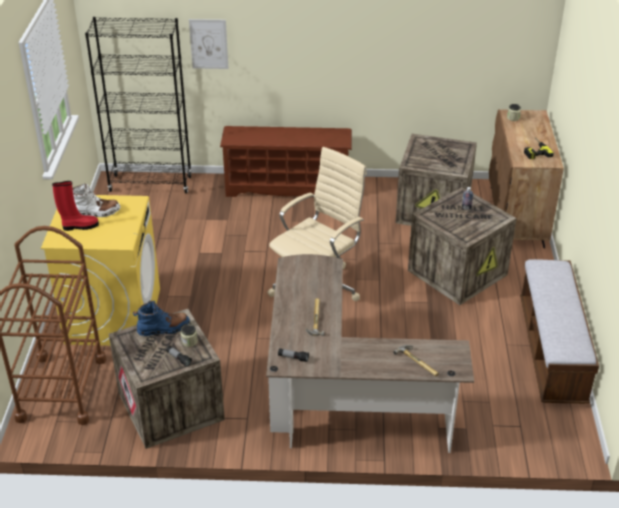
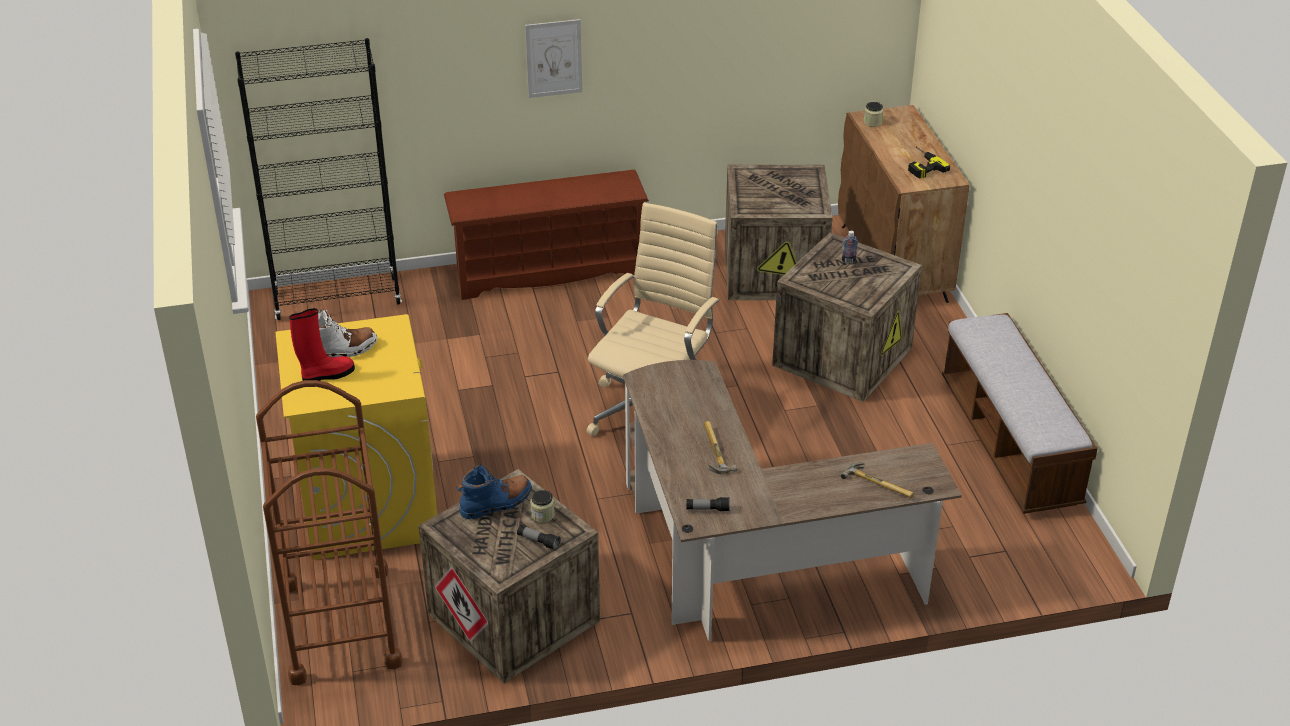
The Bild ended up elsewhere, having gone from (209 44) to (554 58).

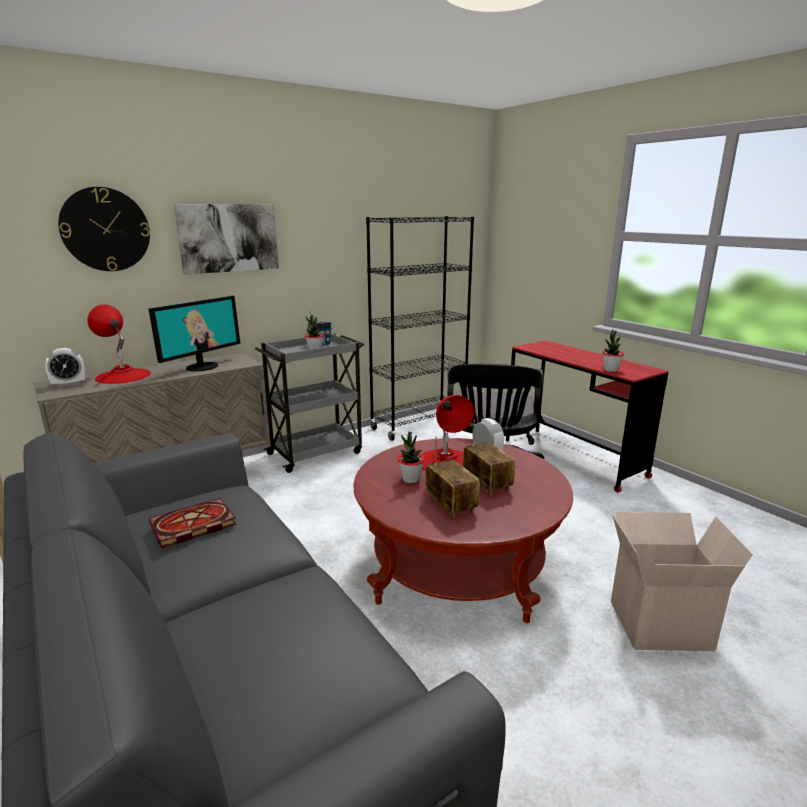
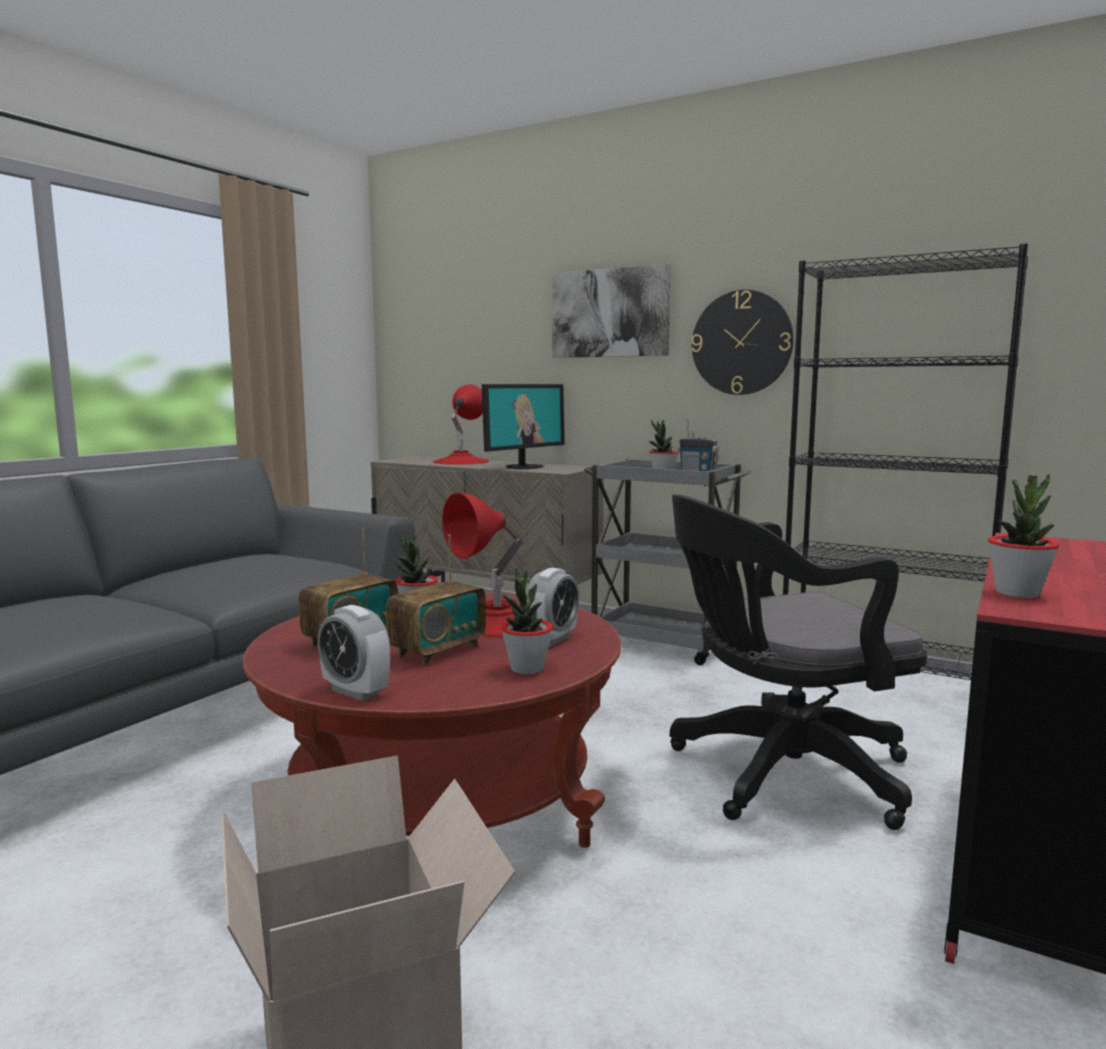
The second view lost the Buch at (191 526).
The second view gained the Topfpflanze at (526 669).
The Wecker ended up elsewhere, having gone from (69 384) to (355 691).
The Wanduhr ended up elsewhere, having gone from (105 229) to (741 343).
The Monitor at (202 366) ended up facing another way, 60 degrees counterclockwise from before.

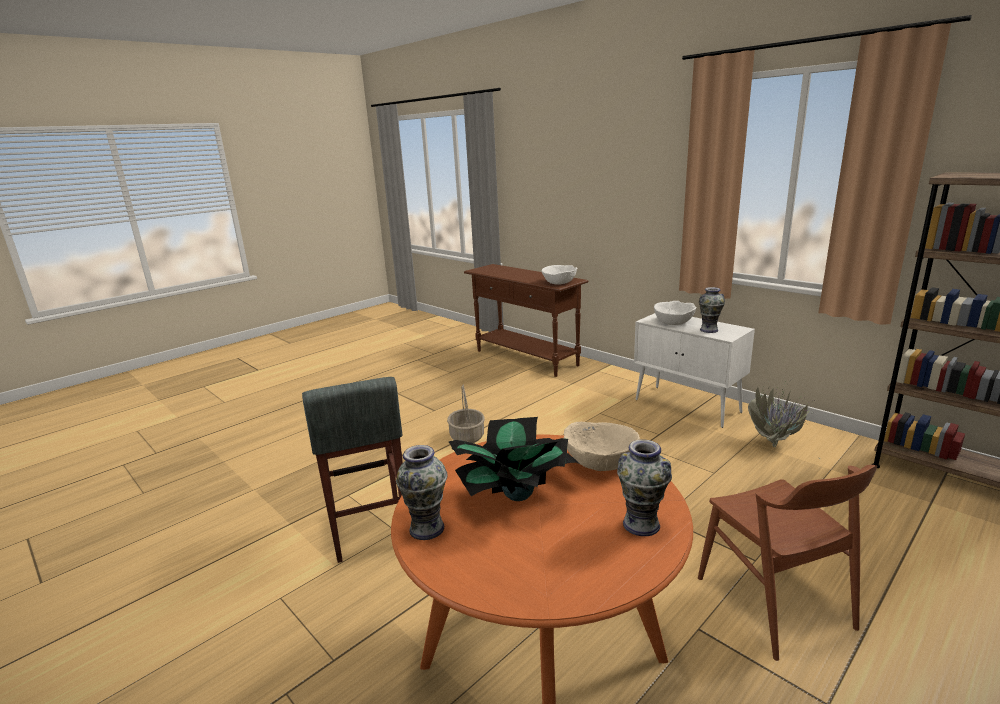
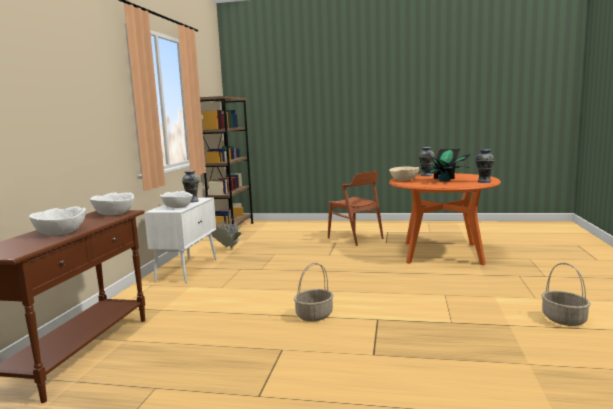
The second view lost the Hocker/grau at (368 530).
The second view gained the Schüssel/weiß at (61 232).
The second view gained the Korb at (563 319).
The Stuhl/braun at (774 602) ended up facing another way, 105 degrees clockwise from before.

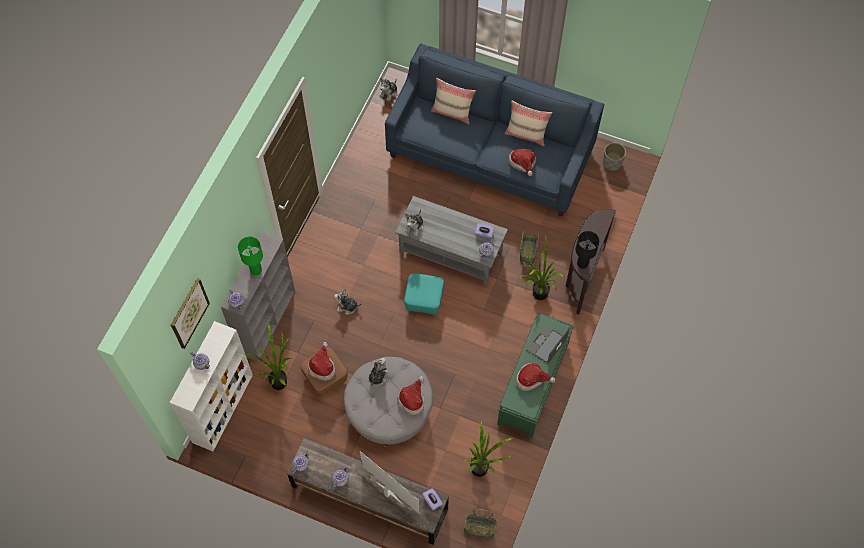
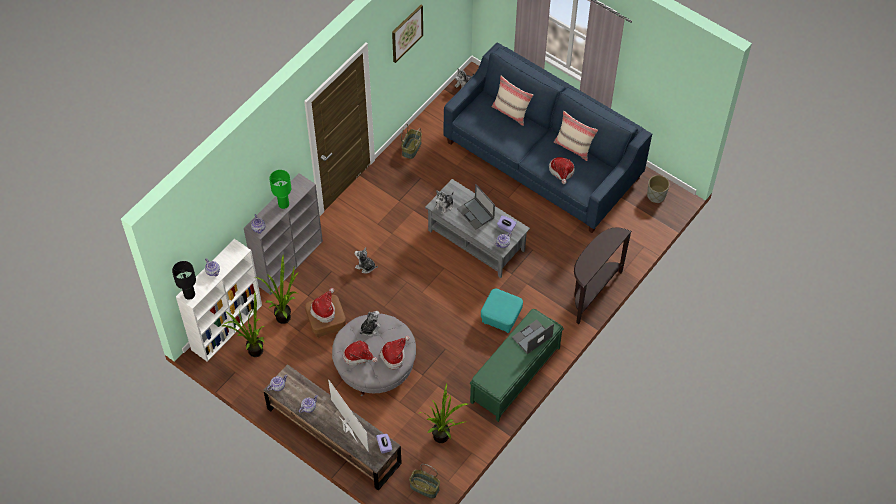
The second view gained the Laptop at (476 213).
The Bild ended up elsewhere, having gone from (189 313) to (406 33).
The Polsterhocker/türkis ended up elsewhere, having gone from (424 301) to (501 318).
The Hut ended up elsewhere, having gone from (531 379) to (359 356).
The Korb ended up elsewhere, having gone from (527 252) to (411 148).
The Topfpflanze ended up elsewhere, having gone from (536 295) to (252 351).
The Tischlampe/schwarz ended up elsewhere, having gone from (582 264) to (189 295).

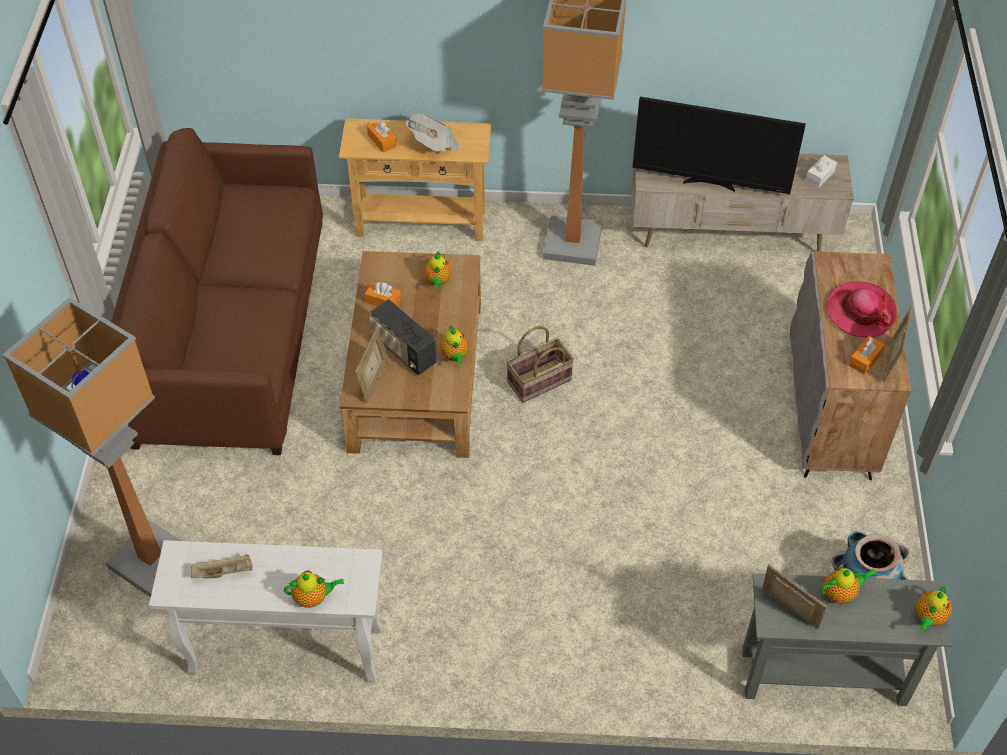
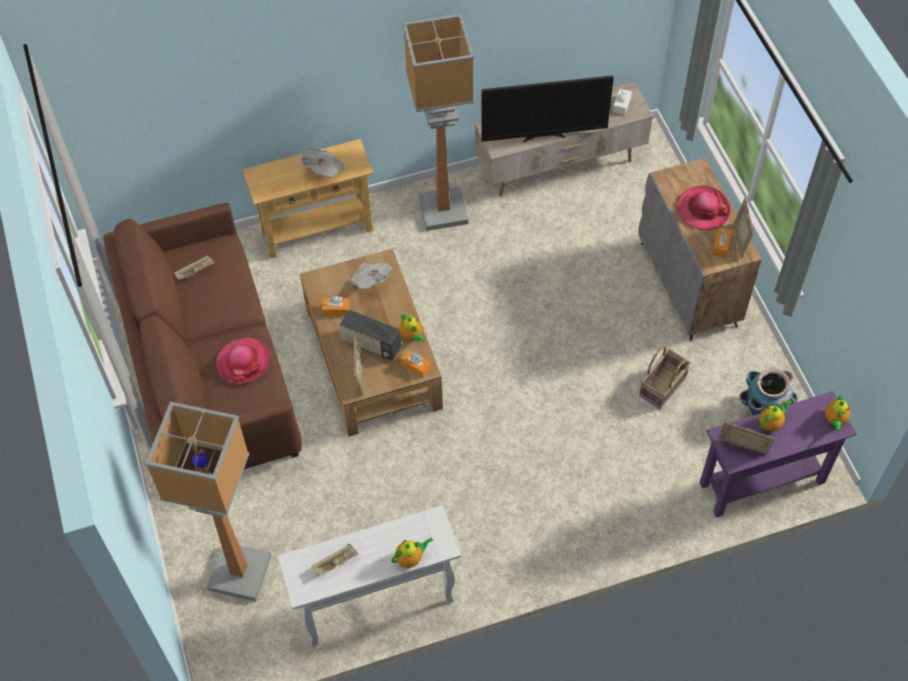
The second view gained the Tablett/beige at (195 271).
The second view gained the Hut at (243 362).
The Taschentuchbox/orange ended up elsewhere, having gone from (382 141) to (416 366).
The Korb ended up elsewhere, having gone from (539 382) to (663 387).
Where the Teekanne stood at (438 282), the Zeitung came to stand at (371 280).
What was the Konsolentisch/grau at (823 677) turned into the Konsolentisch/lila at (762 482).

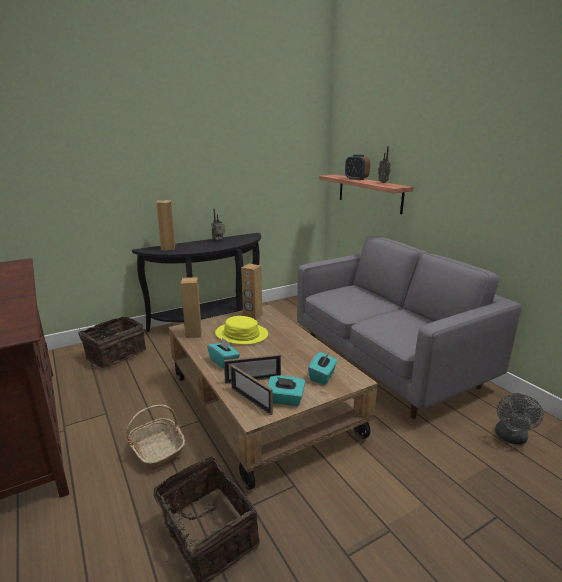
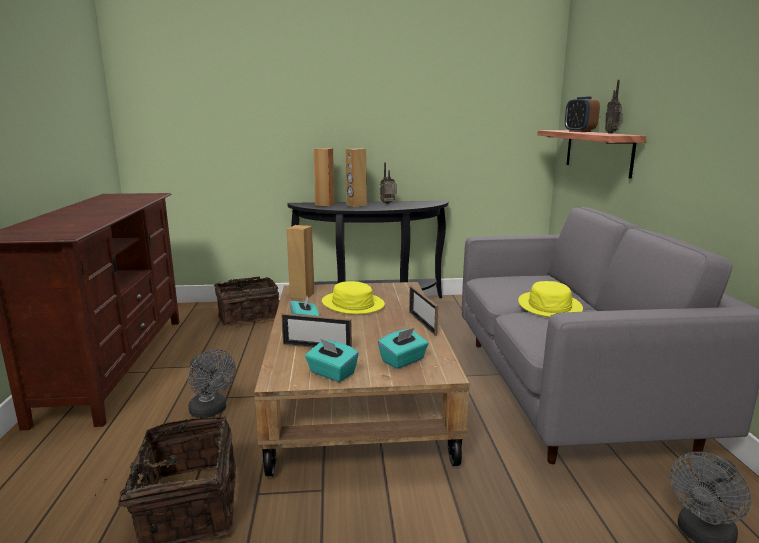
The second view gained the Hut/gelb at (550 306).
The Bilderrahmen ended up elsewhere, having gone from (251 400) to (422 323).
The Lautsprecher/braun ended up elsewhere, having gone from (252 316) to (356 205).
Where the Korb stood at (157 450), the Ventilator/grau came to stand at (211 411).

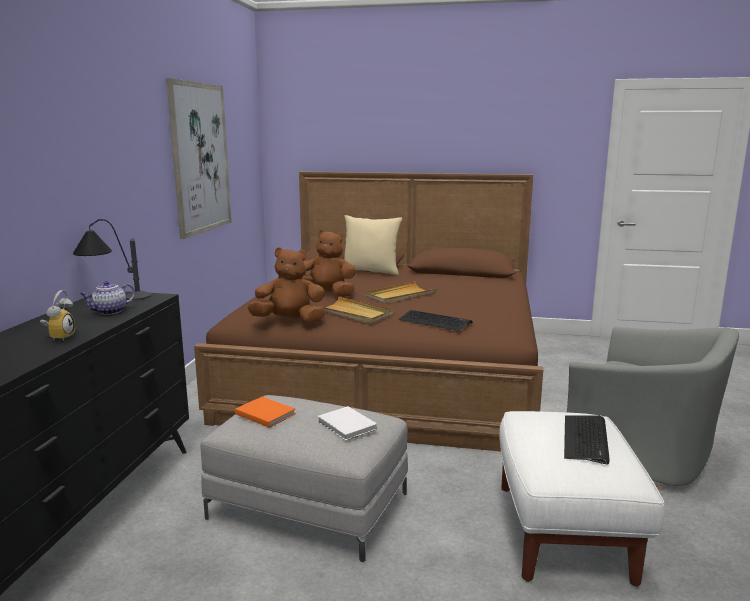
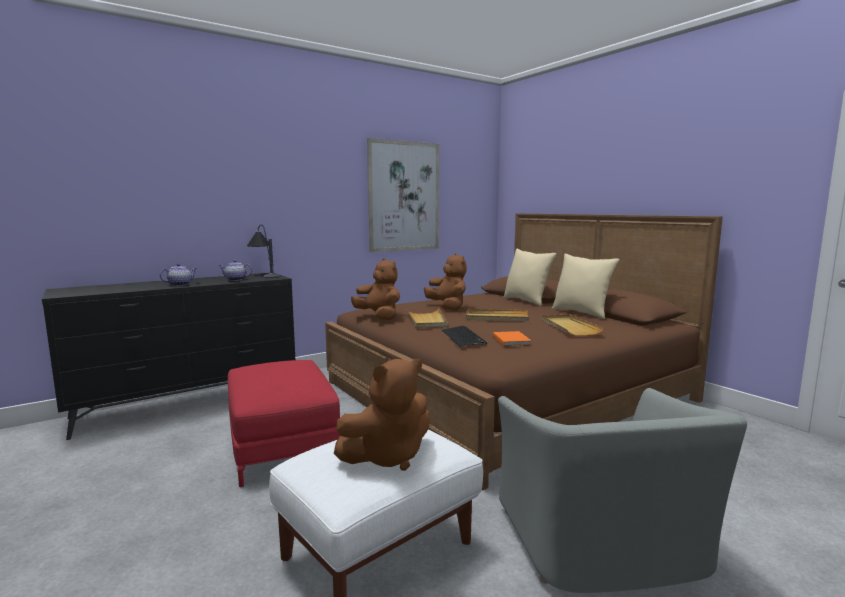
The second view lost the Buch/weiß at (347 426).
The second view gained the Tablett/beige at (569 327).
The second view gained the Kissen/beige at (581 313).
The Buch/orange ended up elsewhere, having gone from (265 413) to (511 340).
Where the Wecker stood at (59 337), the Teekanne came to stand at (180 284).
Where the Tastatur stood at (586 439), the Plüschtier/braun came to stand at (388 456).
What was the Polsterhocker/grau at (308 506) turned into the Polsterhocker/rot at (281 444).

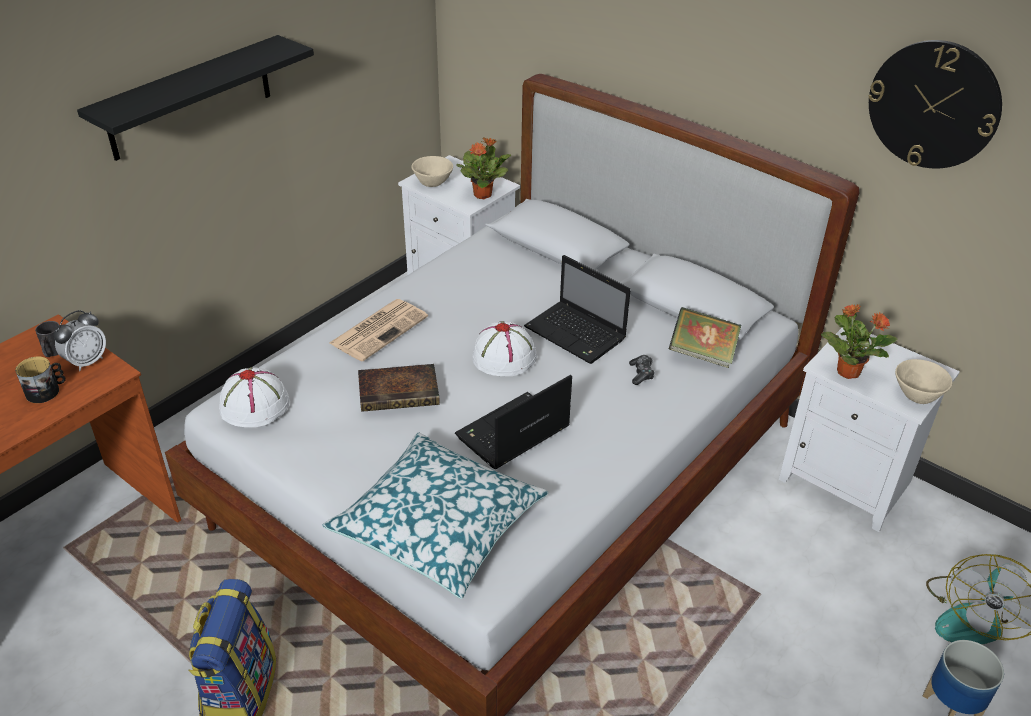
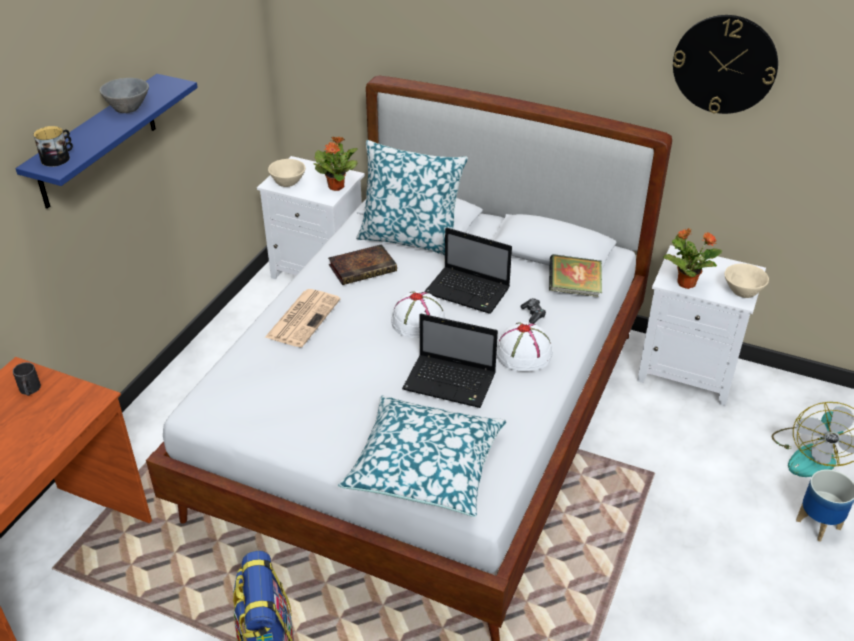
The second view lost the Wecker at (87 361).
The second view gained the Schüssel/grau at (129 108).
The second view gained the Kissen at (410 239).
The Henkelbecher ended up elsewhere, having gone from (47 391) to (58 158).
The Hut/weiß ended up elsewhere, having gone from (255 405) to (524 353).
The Buch ended up elsewhere, having gone from (400 391) to (364 267).
What was the Wandregal/schwarz at (190 98) turned into the Wandregal/blau at (97 142).
The Laptop at (511 434) ended up facing another way, 105 degrees counterclockwise from before.

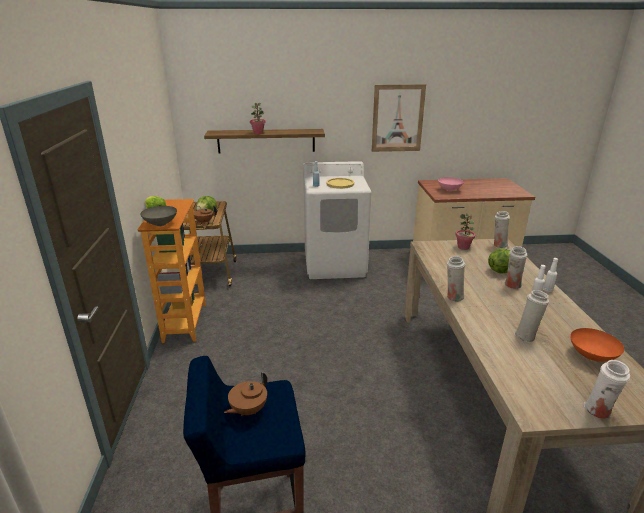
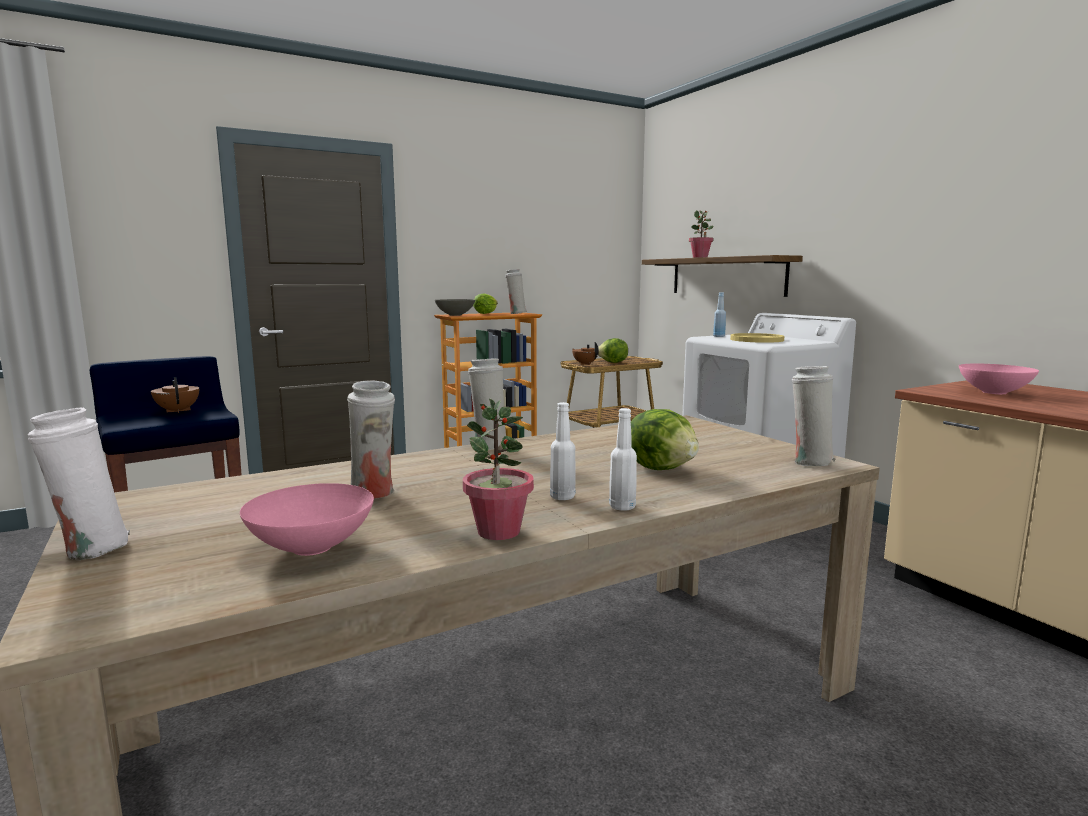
The second view lost the Bild at (397 118).
The Topfpflanze ended up elsewhere, having gone from (463 247) to (498 532).
The Vase/weiß ended up elsewhere, having gone from (512 285) to (516 313).
What was the Schüssel/orange at (591 355) turned into the Schüssel/rosa at (314 547).
The Teekanne/braun at (248 410) ended up facing another way, 45 degrees clockwise from before.

